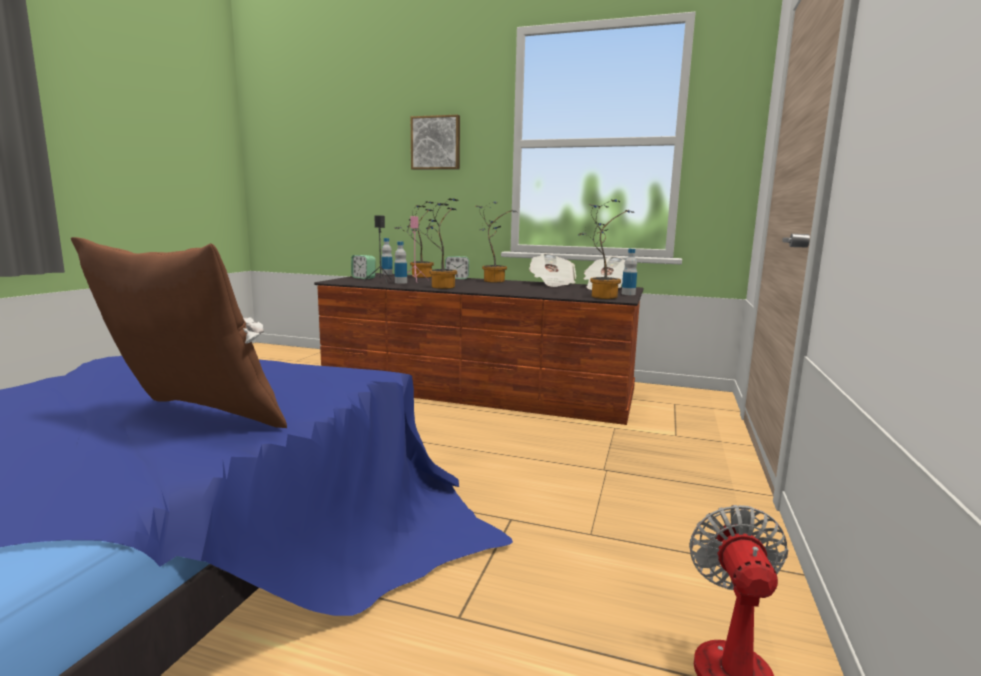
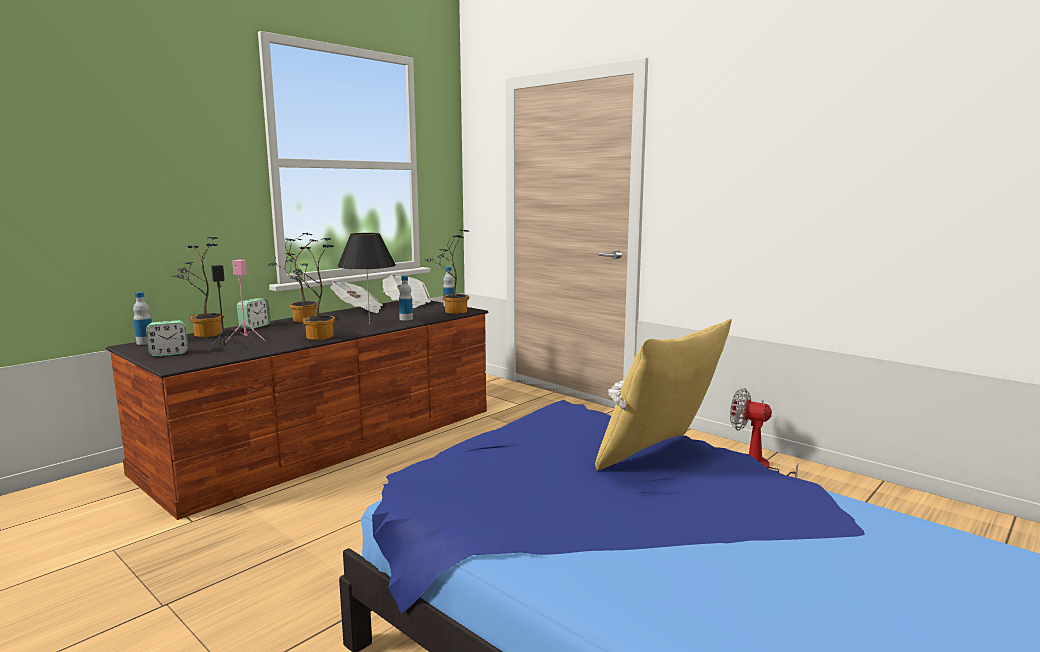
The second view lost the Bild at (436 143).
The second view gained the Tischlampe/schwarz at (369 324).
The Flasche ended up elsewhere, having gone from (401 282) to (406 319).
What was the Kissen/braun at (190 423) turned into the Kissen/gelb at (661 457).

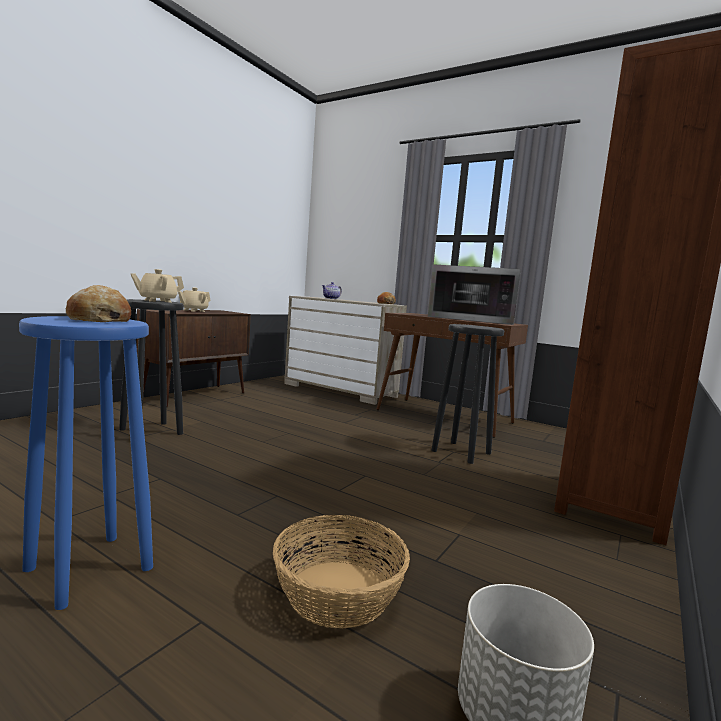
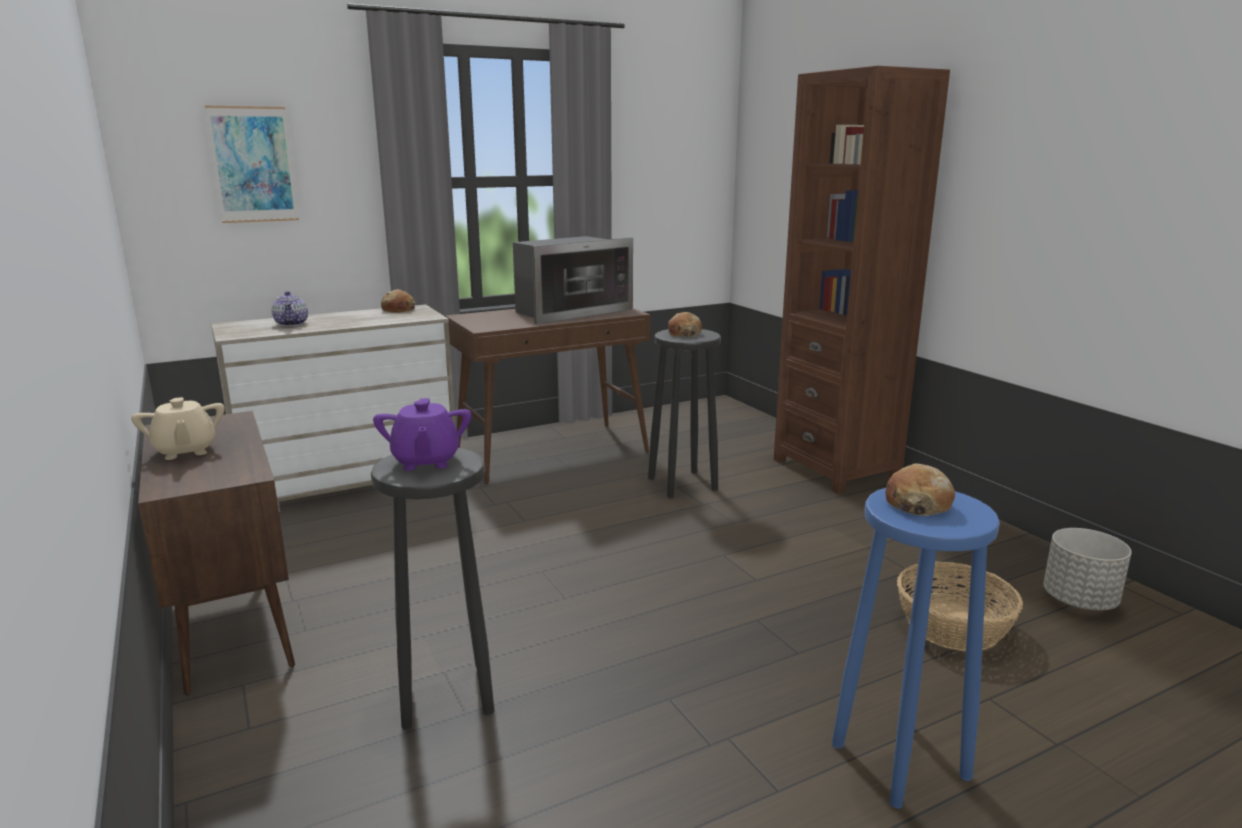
The second view gained the Bild at (253 165).
The second view gained the Brot at (684 333).
What was the Teekanne/beige at (157 301) turned into the Teekanne/lila at (426 461).

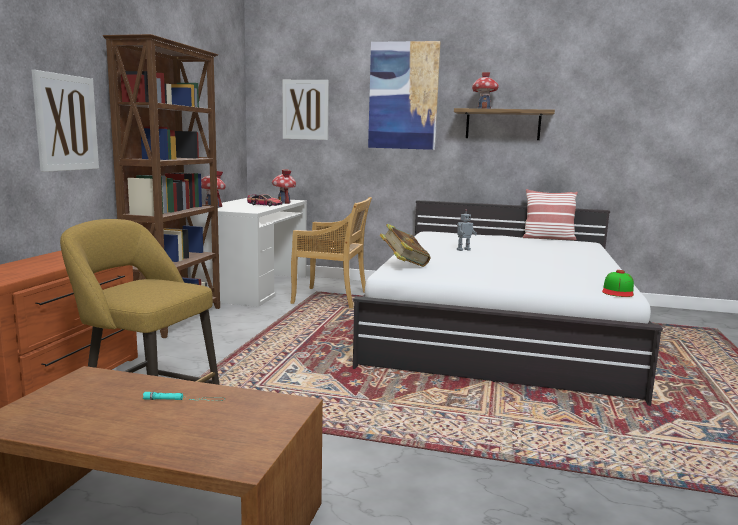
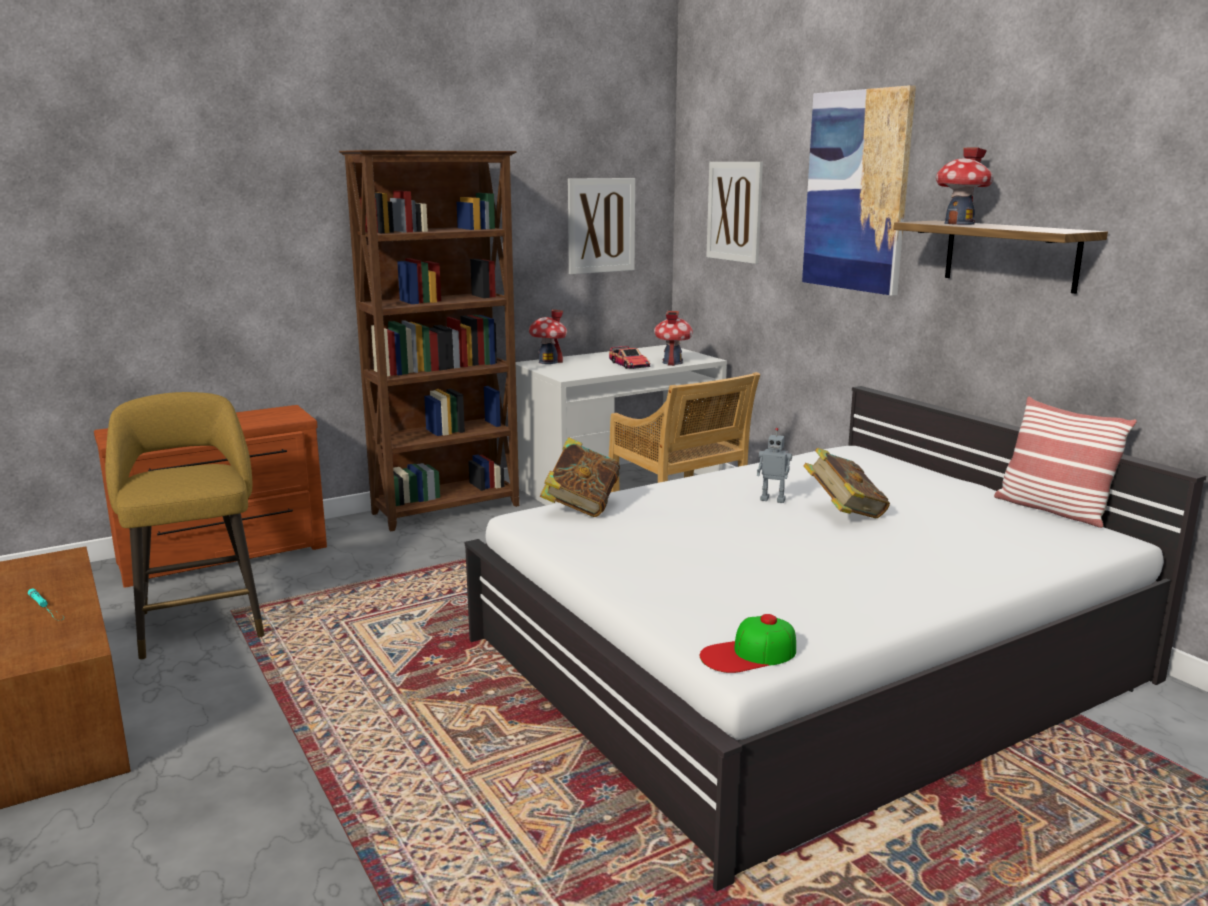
The second view gained the Buch at (844 513).
The Bild ended up elsewhere, having gone from (66 123) to (601 225).

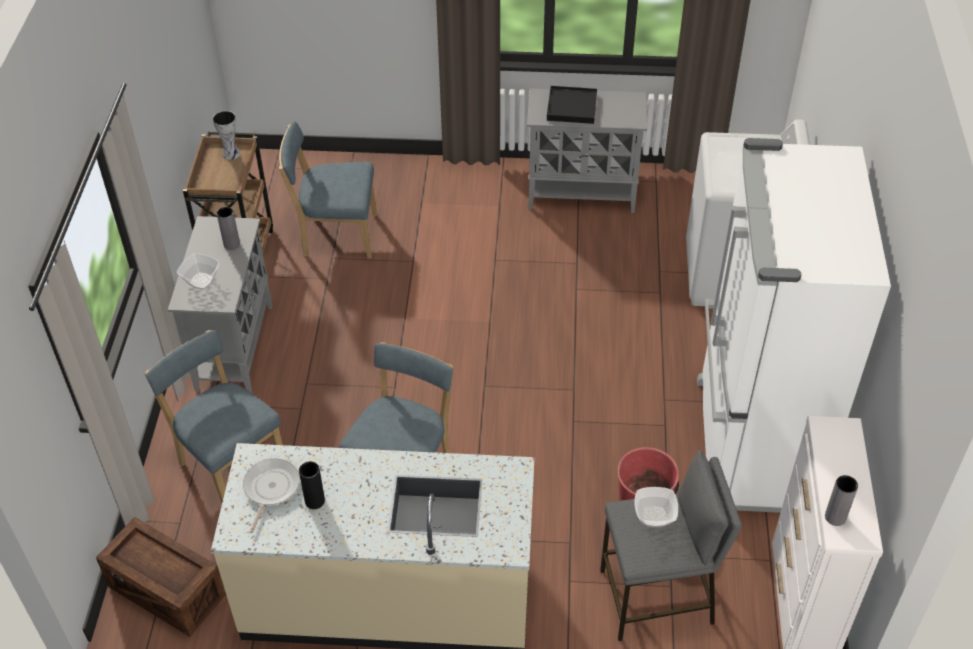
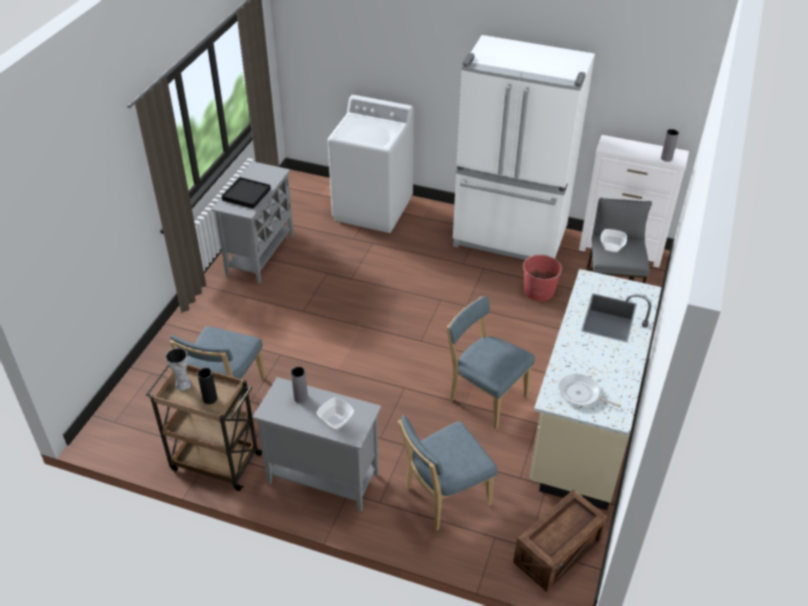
The Vase/schwarz ended up elsewhere, having gone from (315 501) to (210 399).

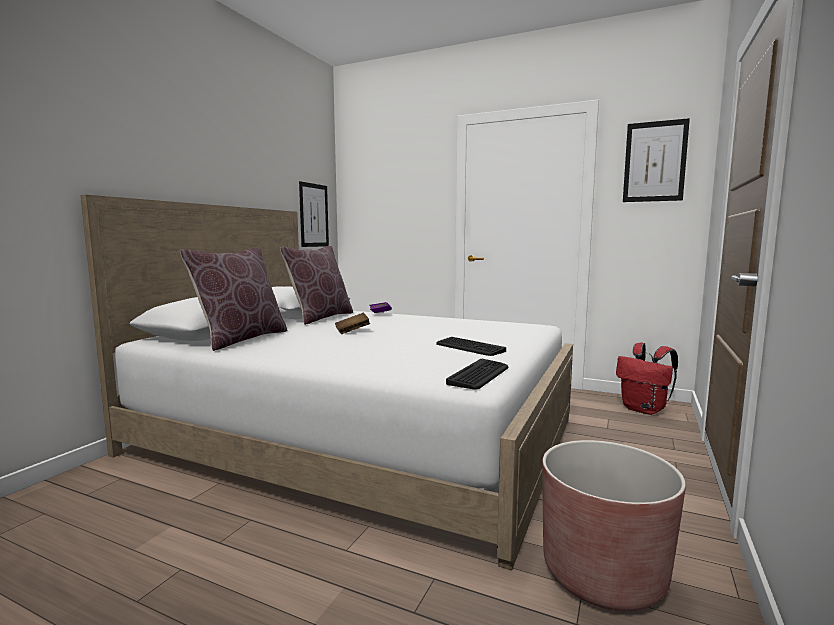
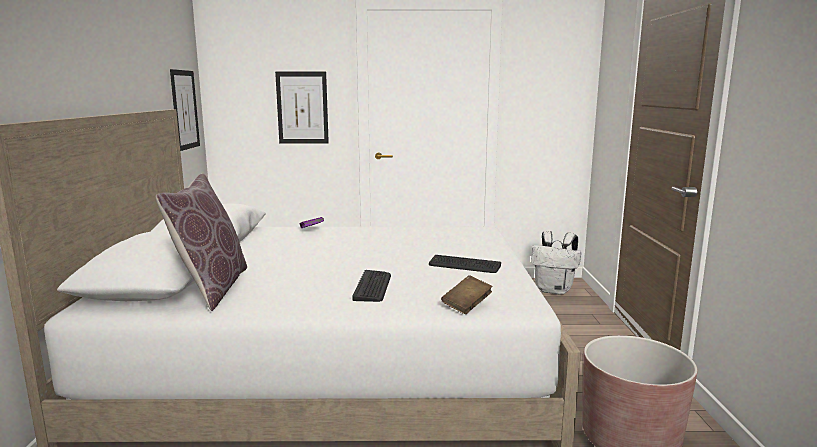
The second view lost the Kissen/braun at (320 317).
The Buch/braun ended up elsewhere, having gone from (352 331) to (467 305).
The Tastatur ended up elsewhere, having gone from (479 375) to (373 286).
The Bild ended up elsewhere, having gone from (654 161) to (302 108).
What was the Rucksack/rot at (645 410) turned into the Rucksack/weiß at (554 290).

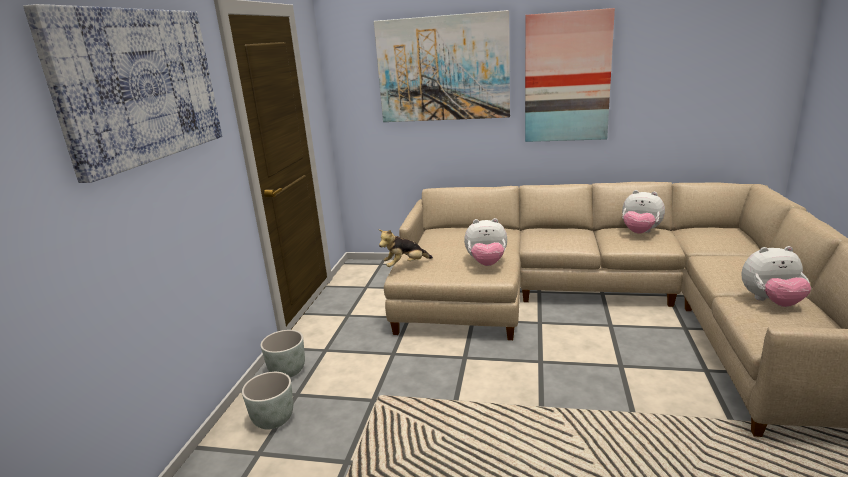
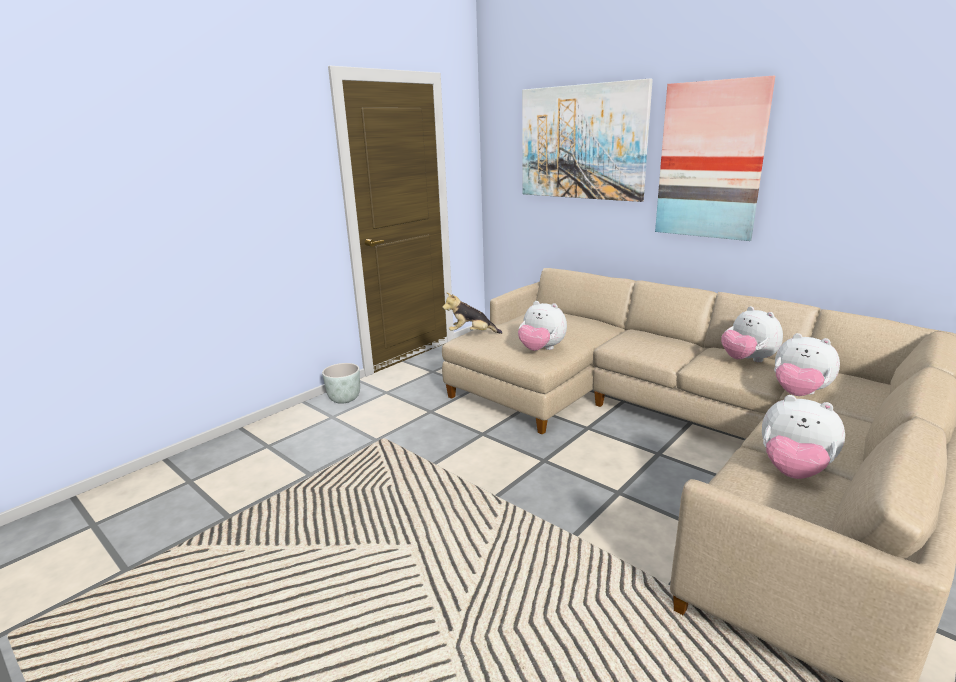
The second view lost the Bild at (139 86).
The second view lost the Pflanzkübel/grau at (274 419).
The second view gained the Plüschtier at (799 393).

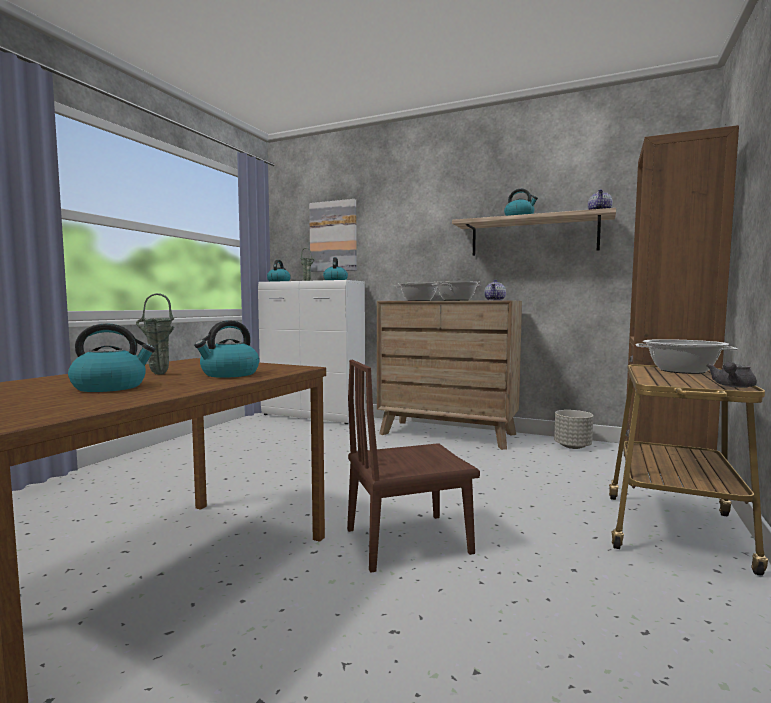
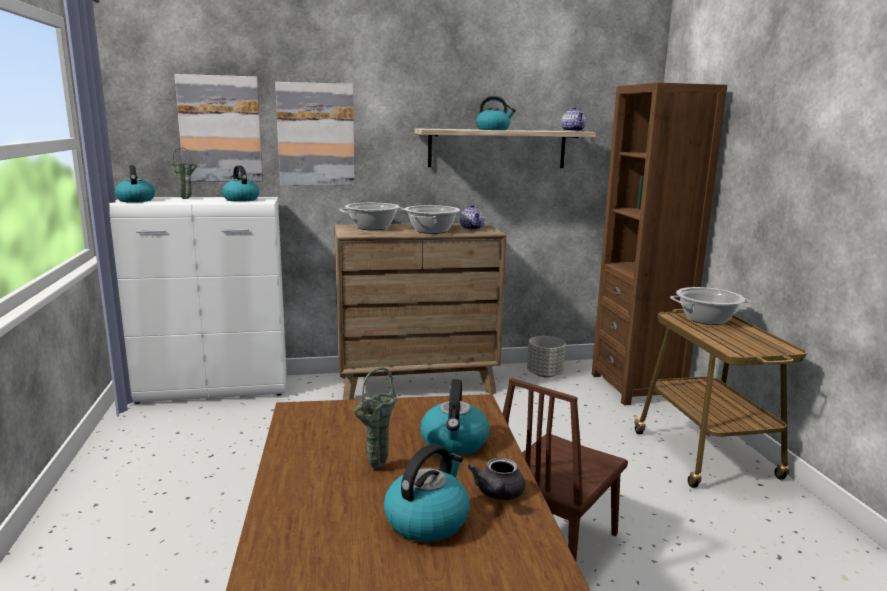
The second view gained the Bild at (316 135).
The Teekanne/grau ended up elsewhere, having gone from (732 386) to (498 494).

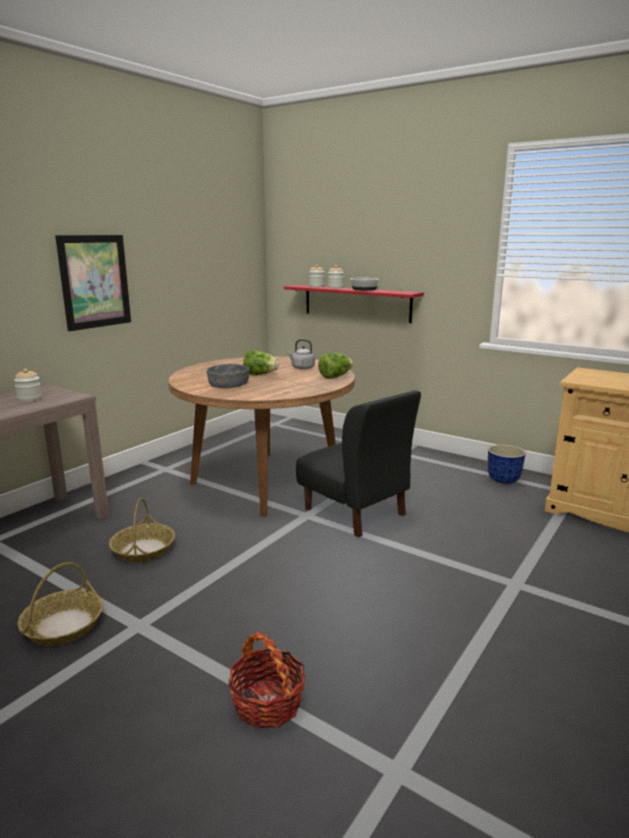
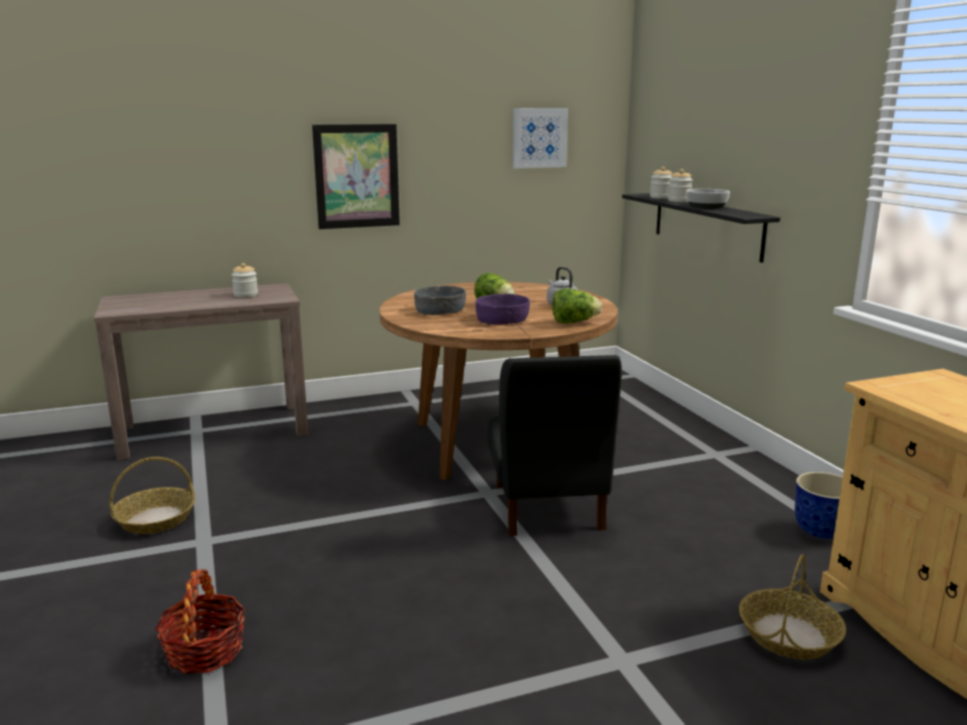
The second view gained the Schüssel/lila at (502 319).
The second view gained the Bild at (539 138).
The Korb ended up elsewhere, having gone from (143 550) to (788 634).
What was the Wandregal/rot at (356 303) turned into the Wandregal/schwarz at (706 225).

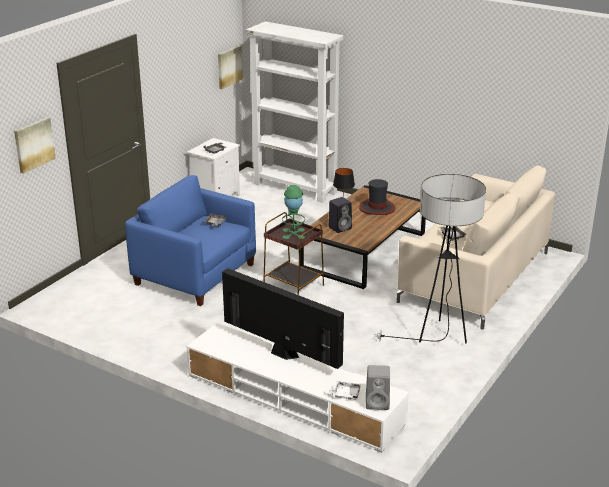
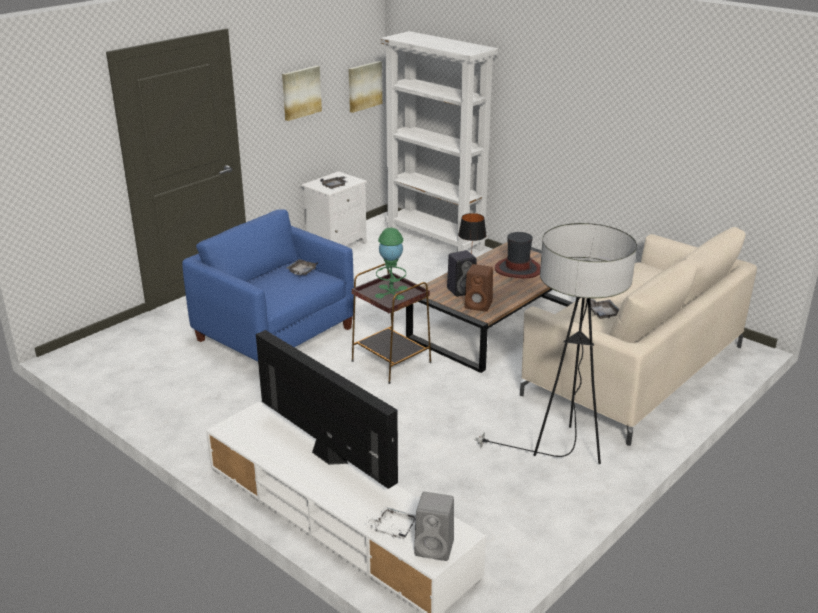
The second view gained the Lautsprecher/braun at (479 305).
The Bild ended up elsewhere, having gone from (33 144) to (301 92).

